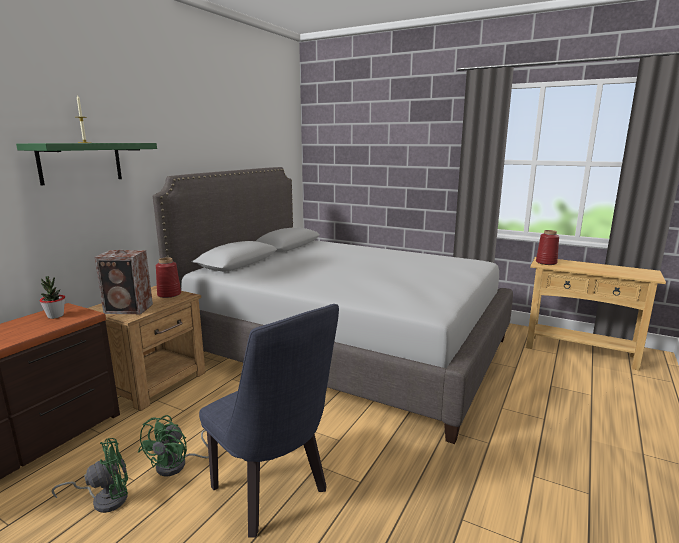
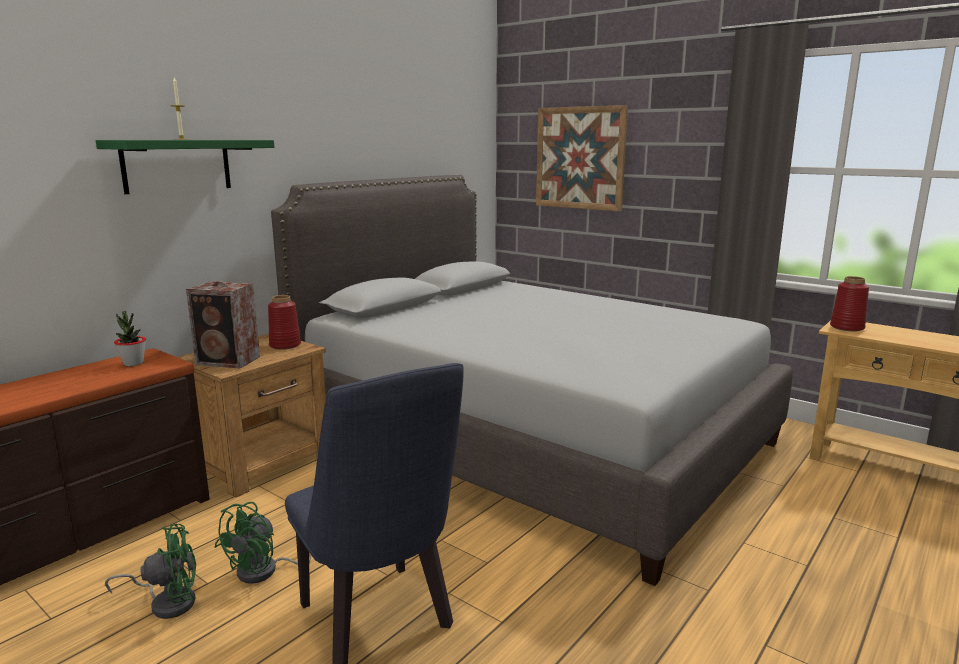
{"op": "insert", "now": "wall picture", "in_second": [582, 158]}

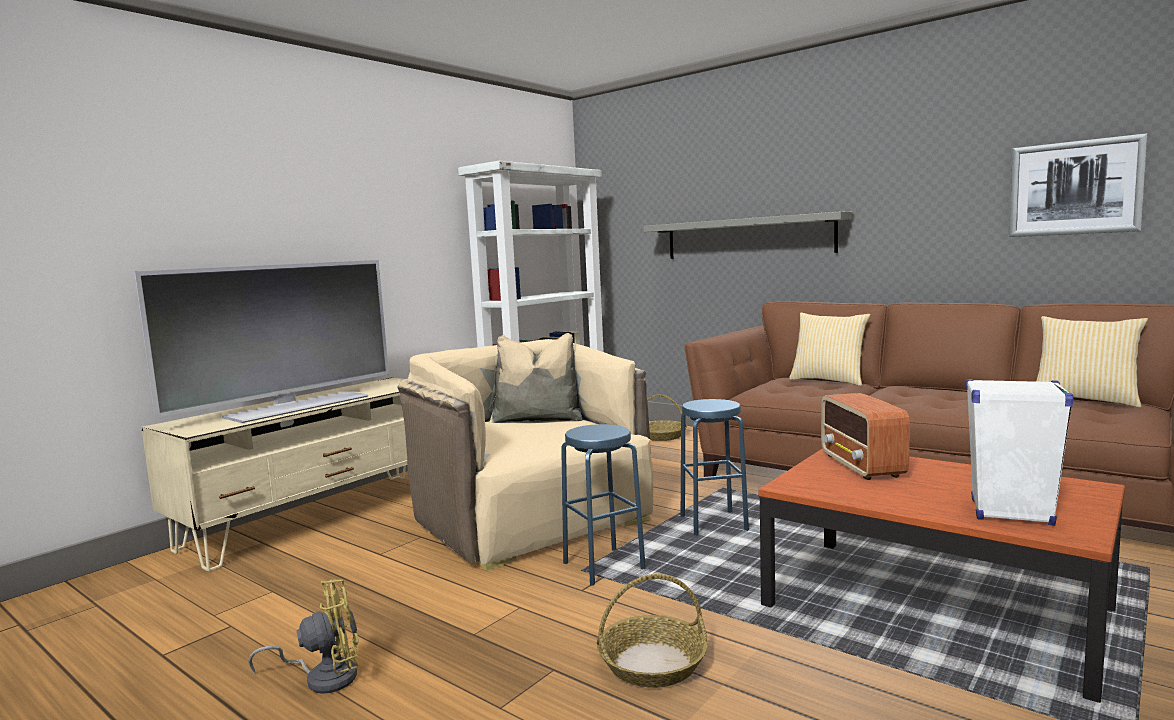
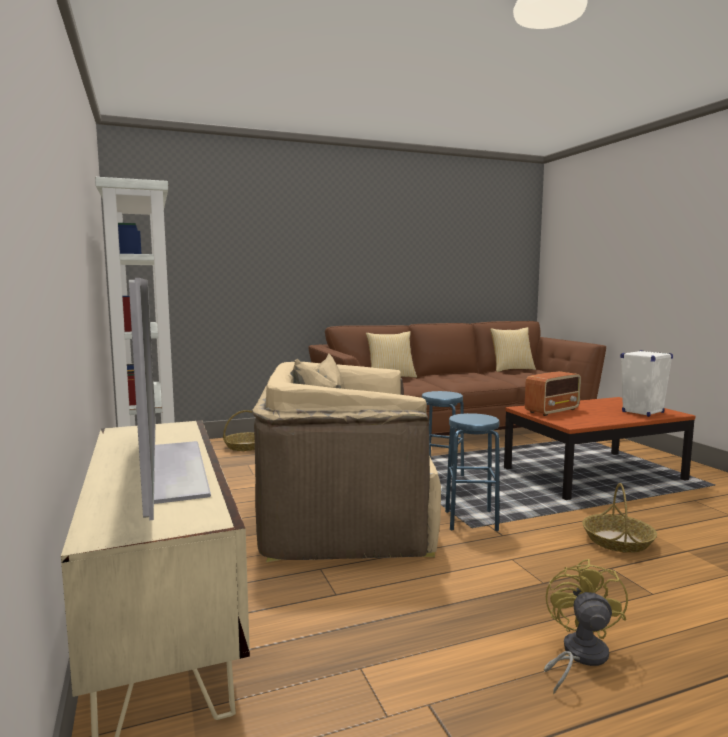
{"op": "delete", "was": "wall shelf (greyish)", "in_first": [748, 235]}
{"op": "delete", "was": "wall picture", "in_first": [1078, 185]}
{"op": "rotate", "was": "radio set", "in_first": [865, 436], "in_second": [553, 393], "clockwise": -60}

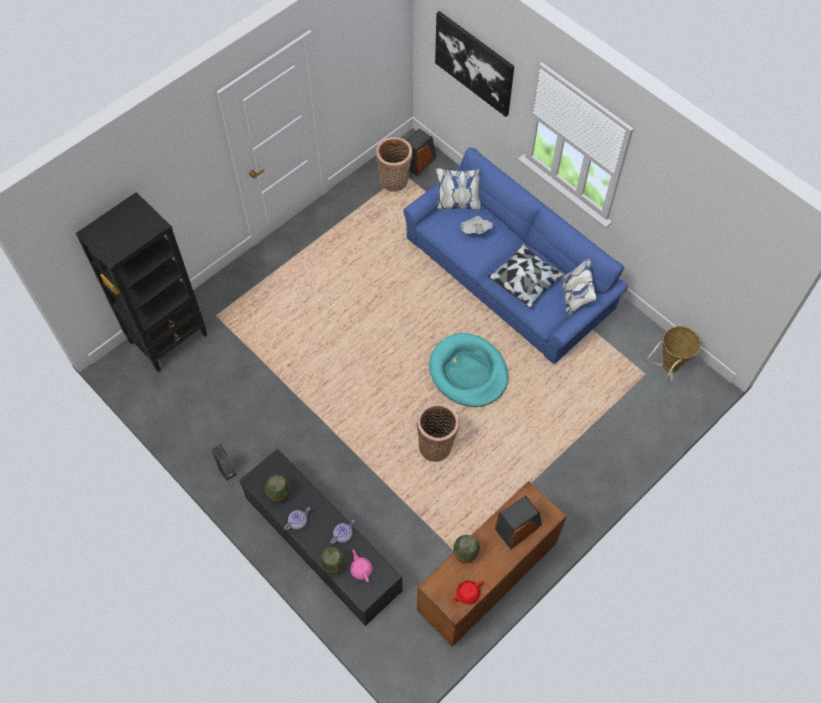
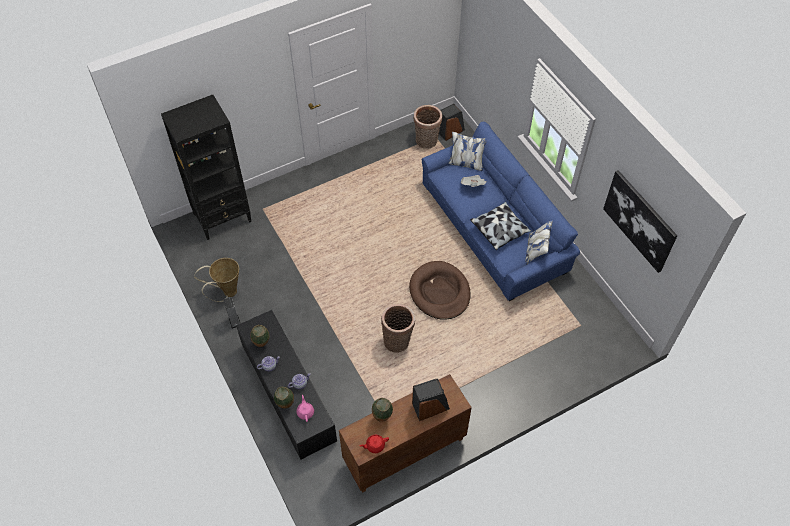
{"op": "move", "was": "wall picture", "in_first": [474, 64], "in_second": [640, 221]}
{"op": "move", "was": "household basket", "in_first": [673, 354], "in_second": [216, 280]}
{"op": "recolor", "was": "pet bed (turquoise)", "now": "pet bed (brown)", "in_first": [468, 370], "in_second": [439, 290]}

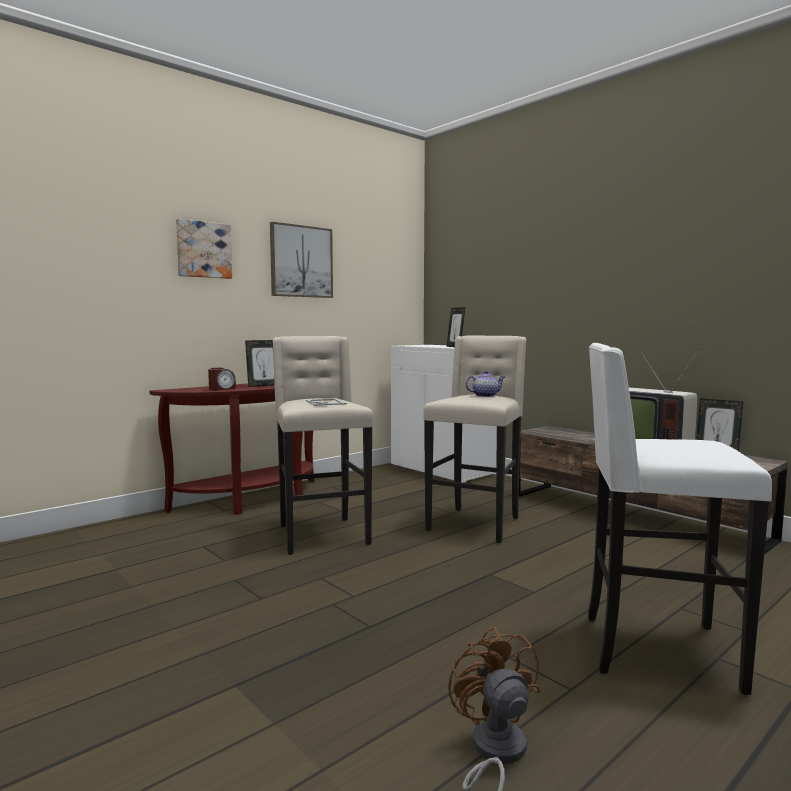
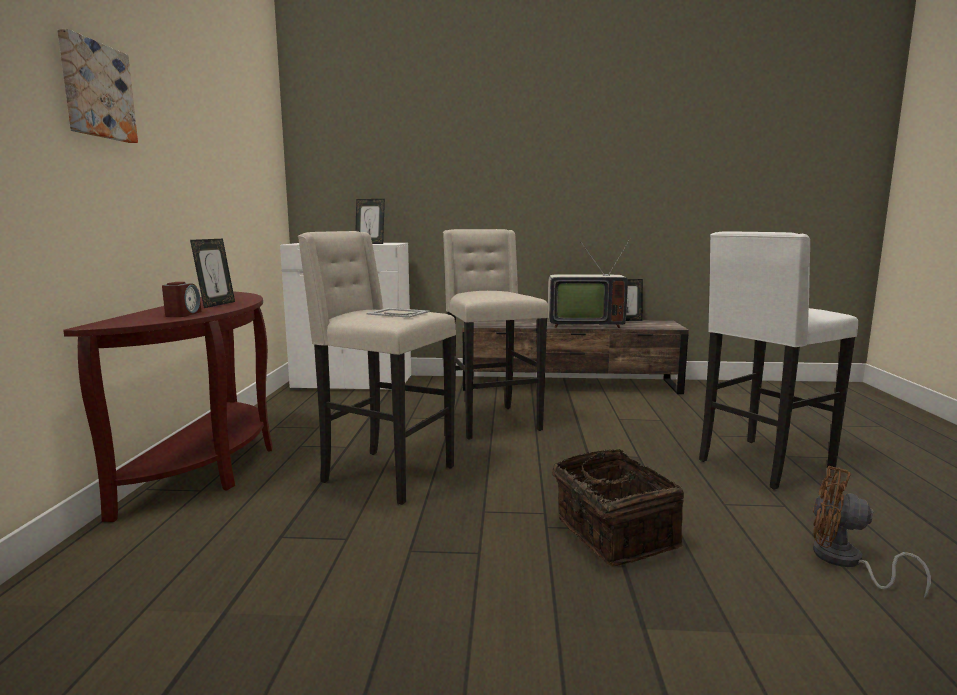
{"op": "delete", "was": "wall picture", "in_first": [301, 260]}
{"op": "delete", "was": "teapot", "in_first": [485, 384]}
{"op": "insert", "now": "household basket", "in_second": [618, 508]}

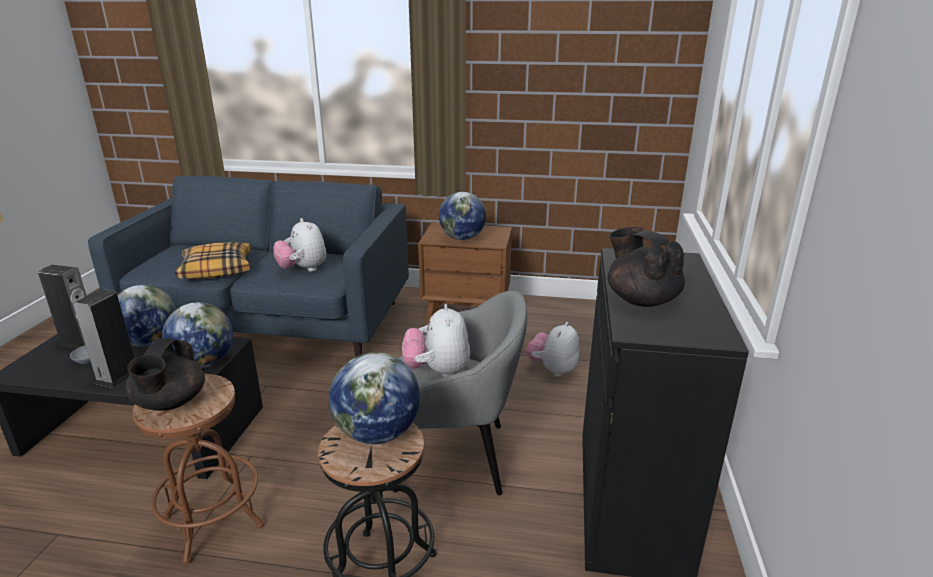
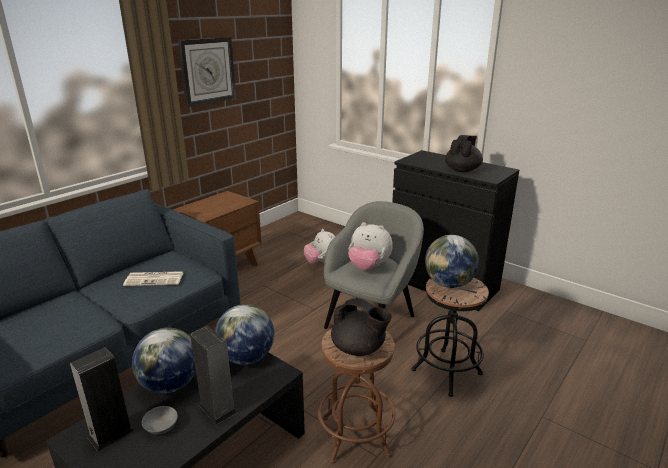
{"op": "delete", "was": "cushion", "in_first": [213, 260]}
{"op": "delete", "was": "desk globe", "in_first": [462, 216]}
{"op": "insert", "now": "wall clock", "in_second": [207, 72]}
{"op": "replace", "was": "soft toy", "now": "daily paper", "in_first": [300, 245], "in_second": [153, 278]}
{"op": "rotate", "was": "teapot (black)", "in_first": [646, 267], "in_second": [464, 153], "clockwise": 120}

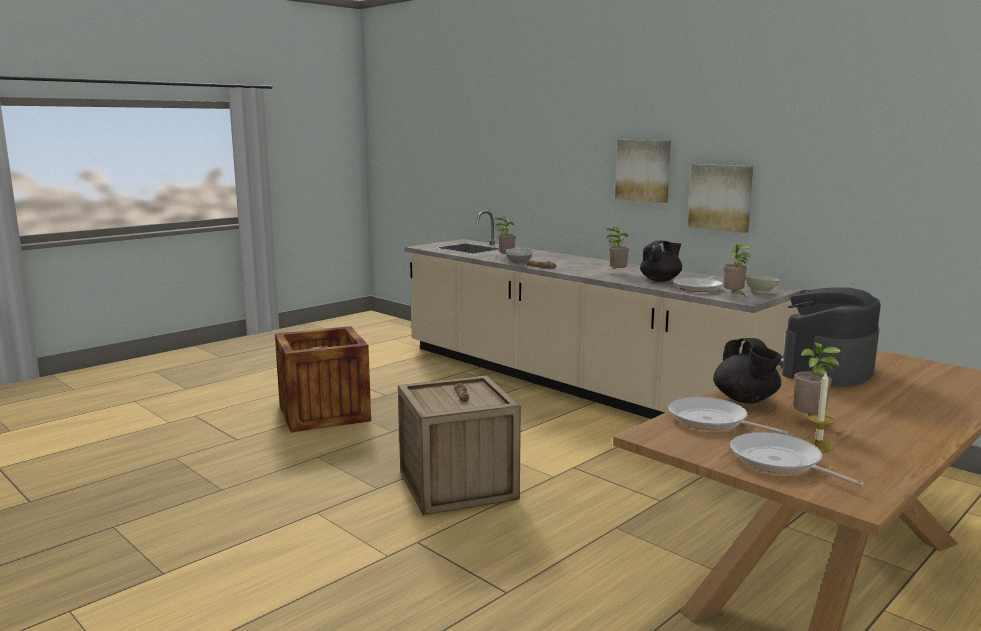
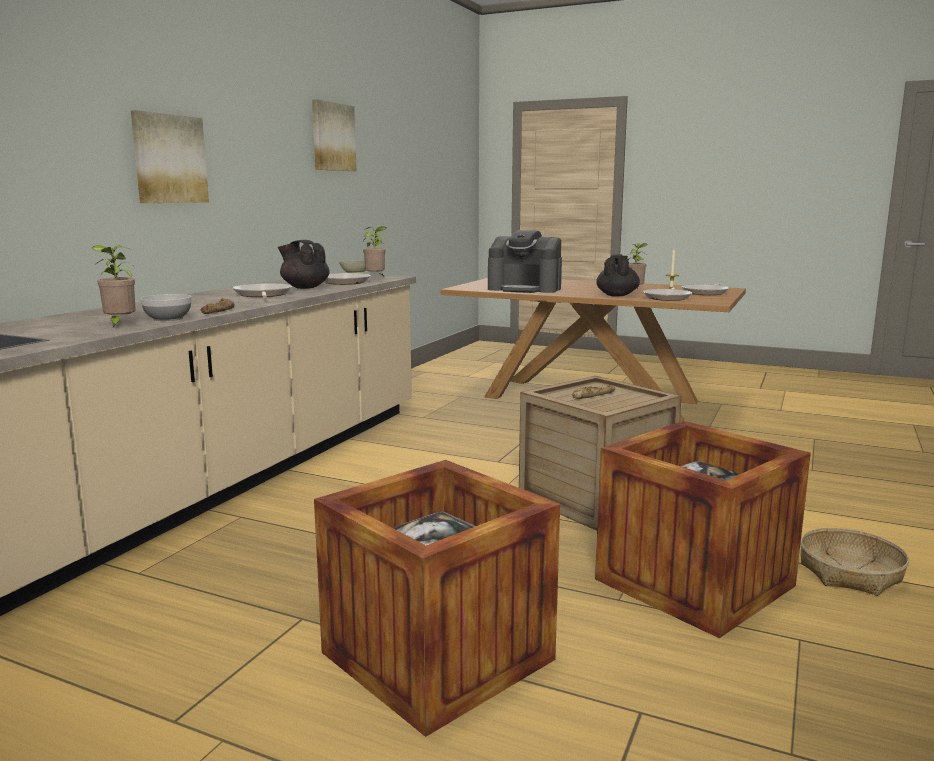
{"op": "insert", "now": "shipping crate", "in_second": [703, 529]}
{"op": "insert", "now": "household basket", "in_second": [854, 562]}
{"op": "move", "was": "wall picture", "in_first": [720, 198], "in_second": [334, 135]}
{"op": "replace", "was": "potted plant", "now": "frying pan", "in_first": [617, 250], "in_second": [262, 290]}
{"op": "rotate", "was": "teapot (black)", "in_first": [747, 371], "in_second": [618, 275], "clockwise": -45}

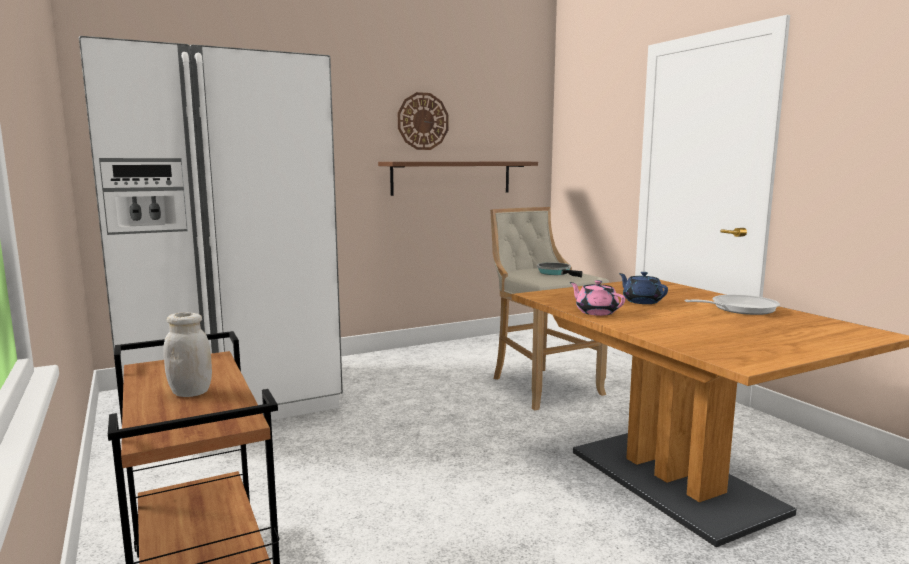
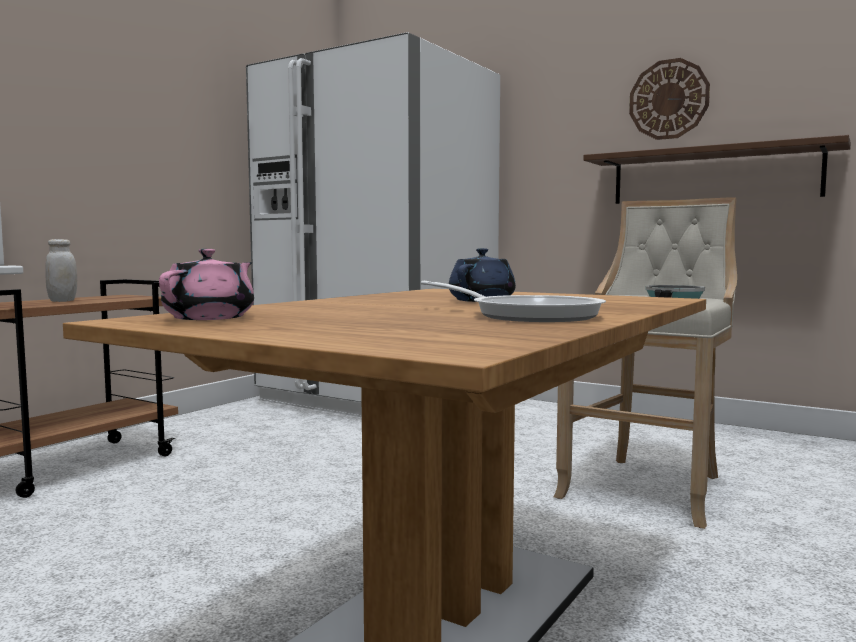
{"op": "move", "was": "teapot (pink)", "in_first": [597, 298], "in_second": [206, 284]}

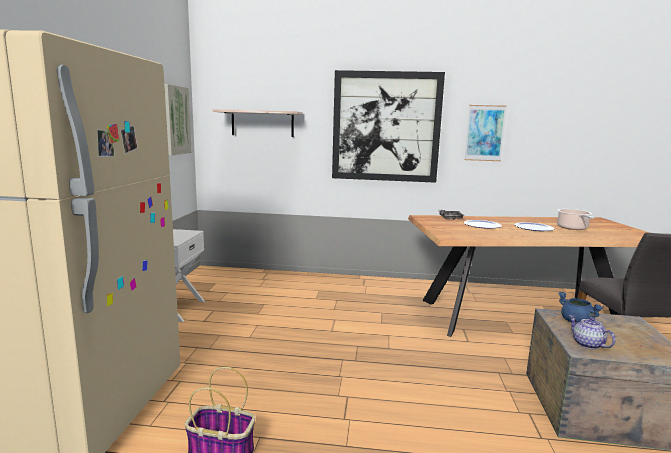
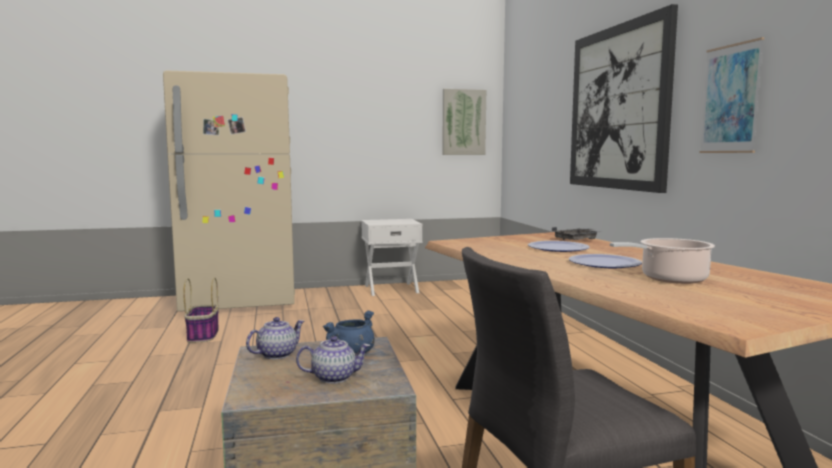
{"op": "delete", "was": "wall shelf", "in_first": [258, 123]}
{"op": "insert", "now": "teapot", "in_second": [333, 360]}

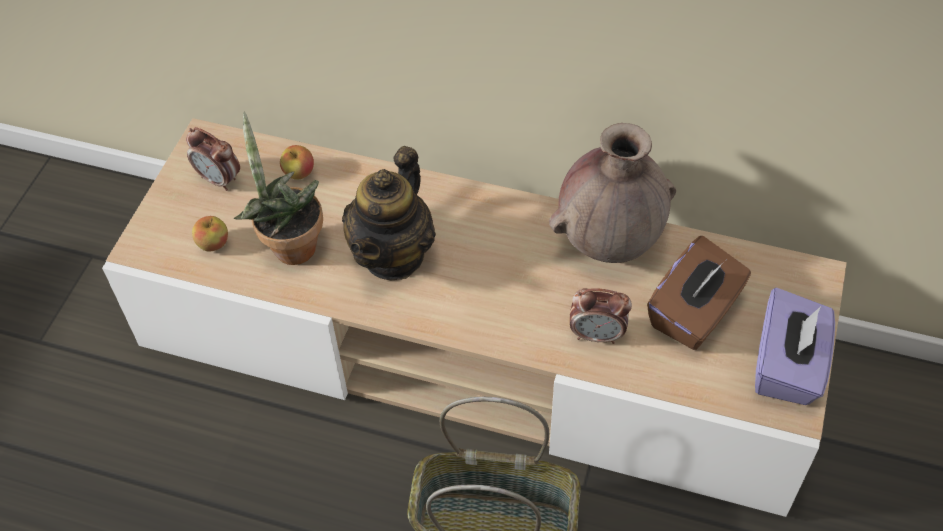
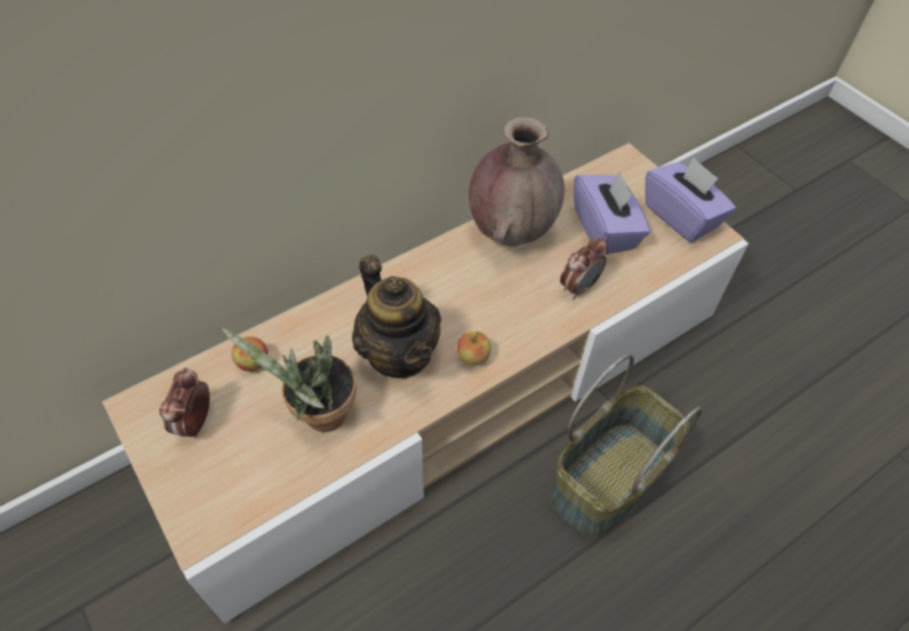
{"op": "move", "was": "apple fruit", "in_first": [210, 233], "in_second": [474, 348]}
{"op": "recolor", "was": "box of tissues (brown)", "now": "box of tissues (purplish)", "in_first": [699, 293], "in_second": [612, 212]}
{"op": "rotate", "was": "table clock", "in_first": [213, 159], "in_second": [184, 402], "clockwise": 120}

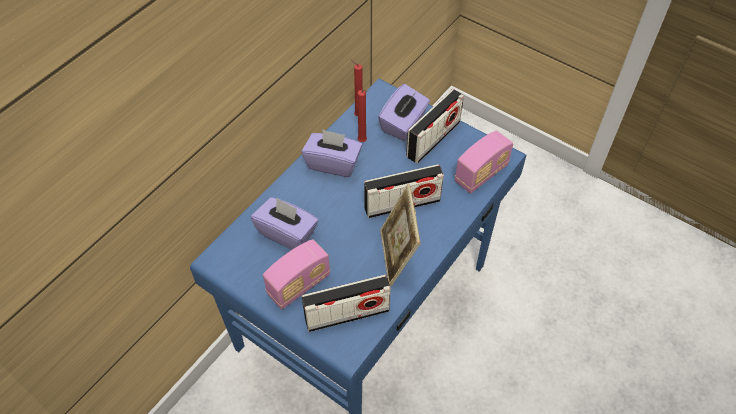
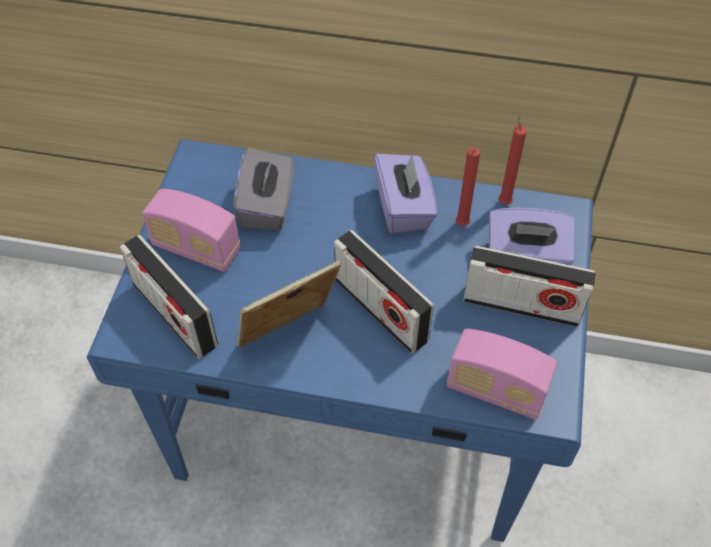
{"op": "recolor", "was": "box of tissues (purplish)", "now": "box of tissues (greyish)", "in_first": [284, 223], "in_second": [263, 189]}

